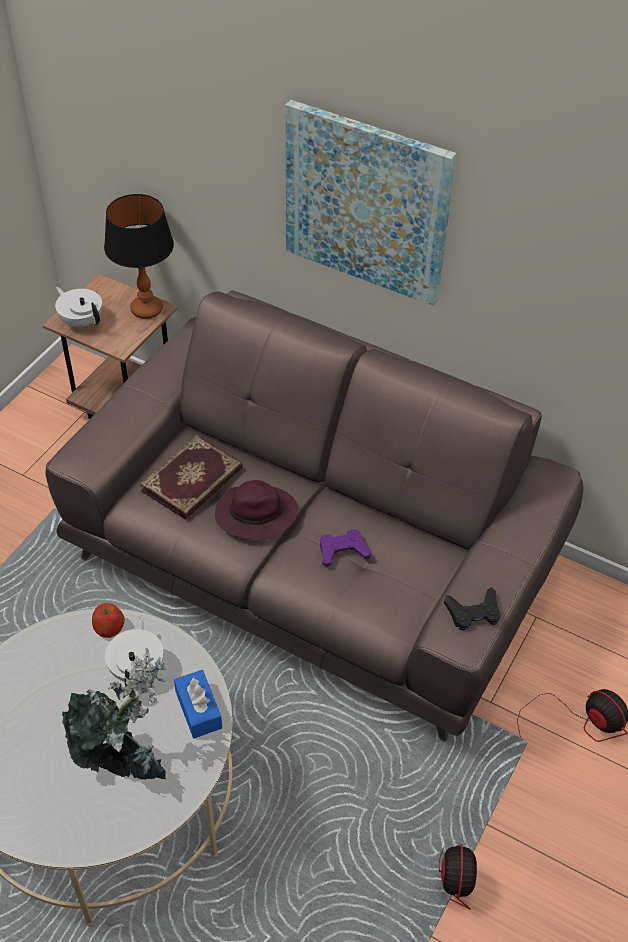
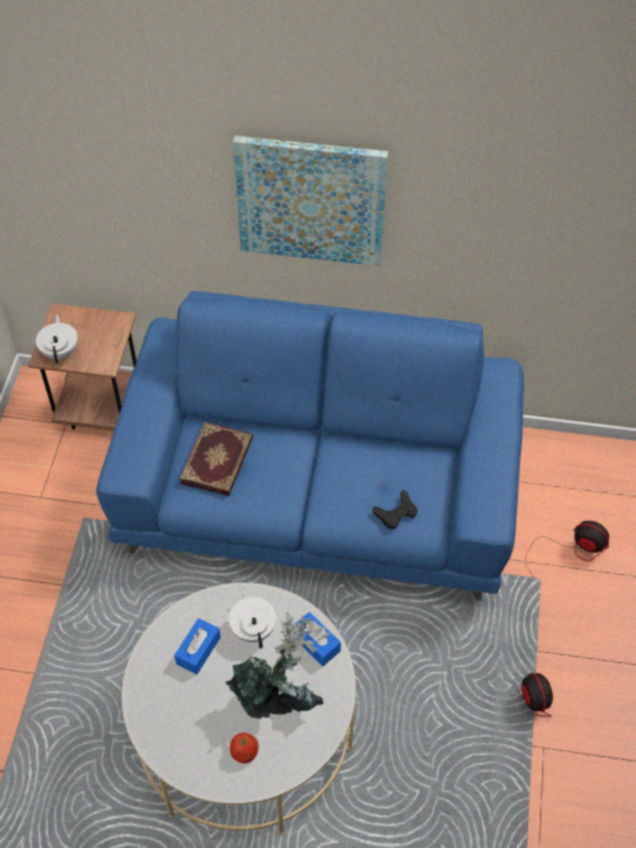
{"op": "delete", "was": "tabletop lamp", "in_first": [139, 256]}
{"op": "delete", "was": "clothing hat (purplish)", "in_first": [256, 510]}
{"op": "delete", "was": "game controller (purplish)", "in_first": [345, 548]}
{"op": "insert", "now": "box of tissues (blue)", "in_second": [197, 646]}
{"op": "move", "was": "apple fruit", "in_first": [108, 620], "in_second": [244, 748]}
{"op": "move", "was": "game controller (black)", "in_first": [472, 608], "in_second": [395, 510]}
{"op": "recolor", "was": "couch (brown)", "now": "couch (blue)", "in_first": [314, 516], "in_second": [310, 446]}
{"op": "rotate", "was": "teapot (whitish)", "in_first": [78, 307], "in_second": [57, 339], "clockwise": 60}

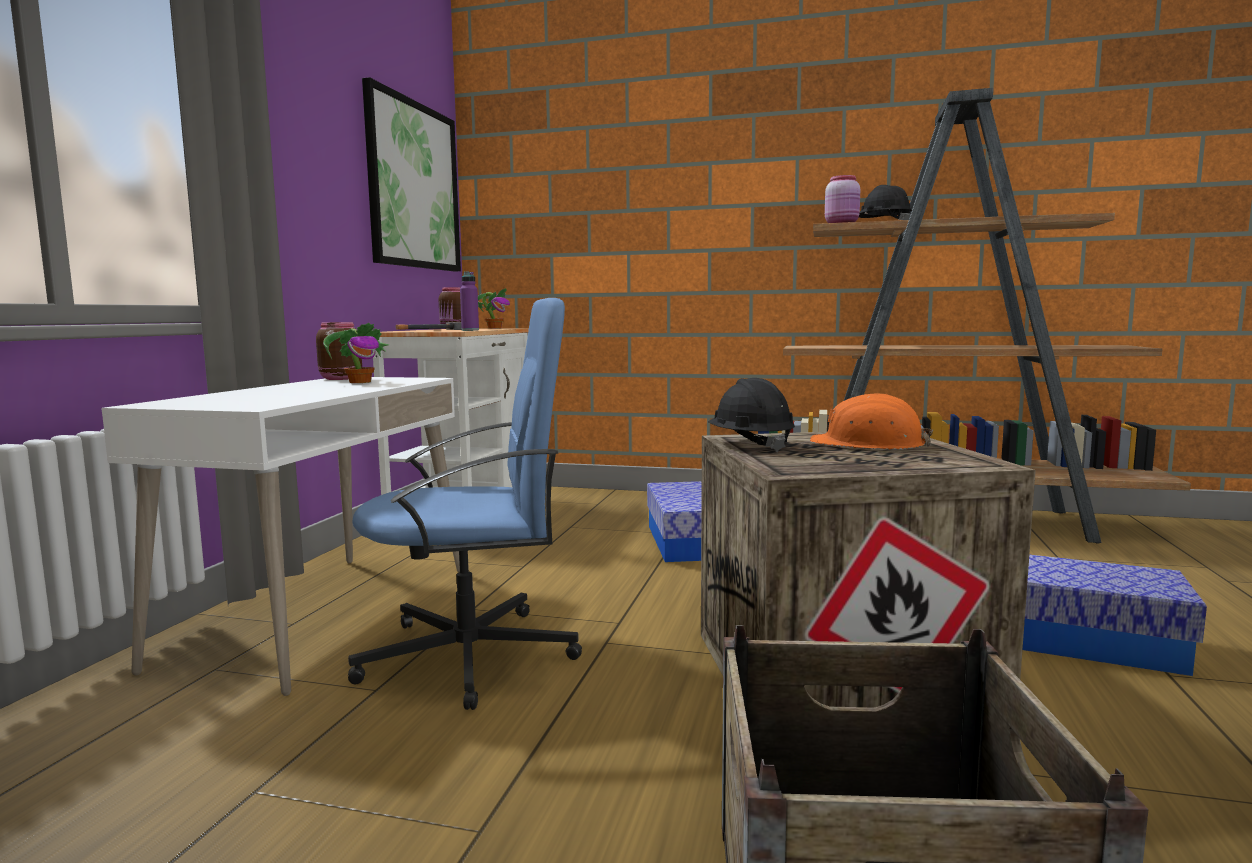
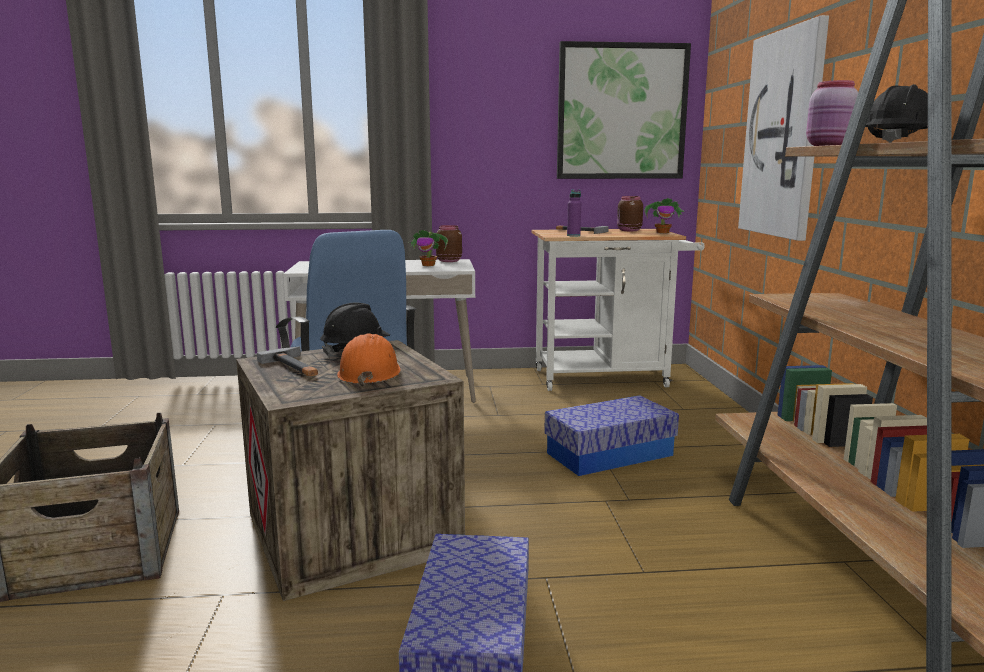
{"op": "insert", "now": "tool hammer", "in_second": [287, 361]}
{"op": "insert", "now": "wall picture", "in_second": [783, 128]}

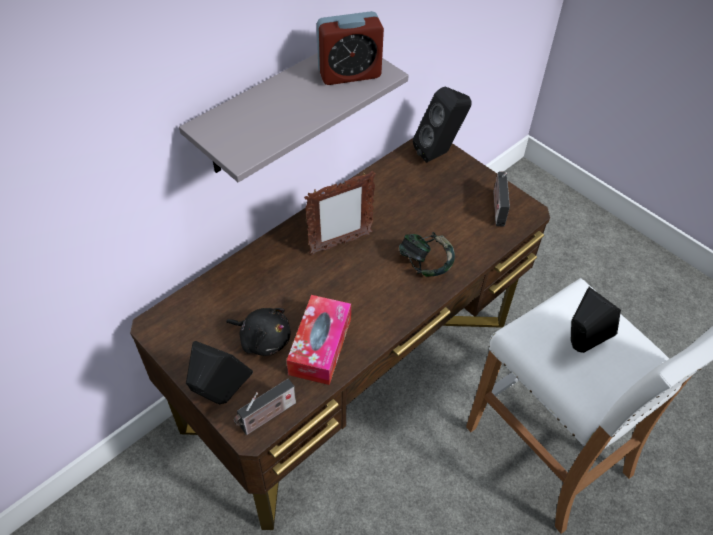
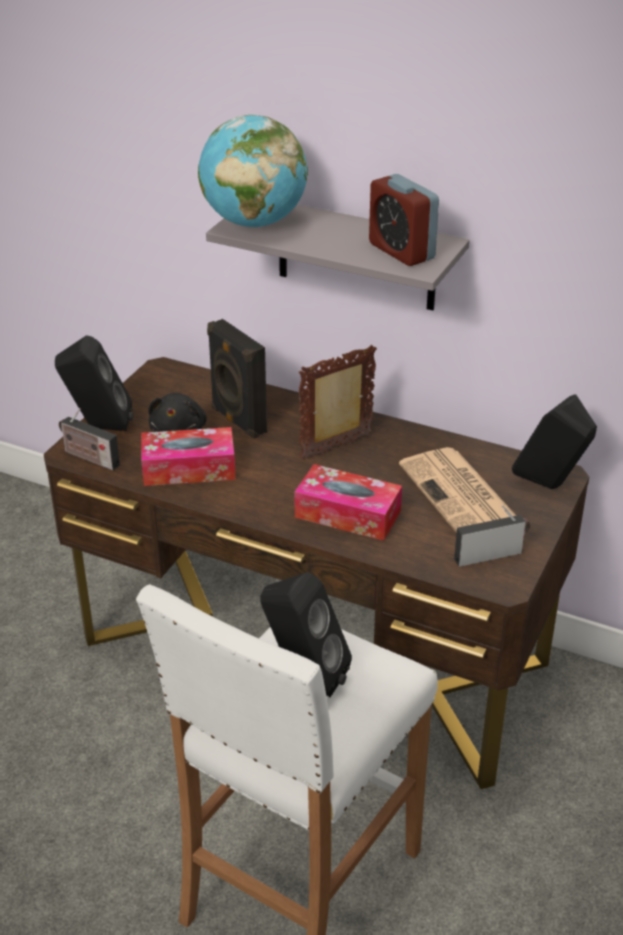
{"op": "insert", "now": "desk globe", "in_second": [253, 171]}
{"op": "insert", "now": "audio speaker (black)", "in_second": [237, 379]}
{"op": "insert", "now": "daily paper", "in_second": [457, 490]}
{"op": "replace", "was": "headphones", "now": "box of tissues", "in_first": [427, 254], "in_second": [348, 502]}
{"op": "rotate", "was": "standing frame", "in_first": [340, 213], "in_second": [337, 402], "clockwise": 105}

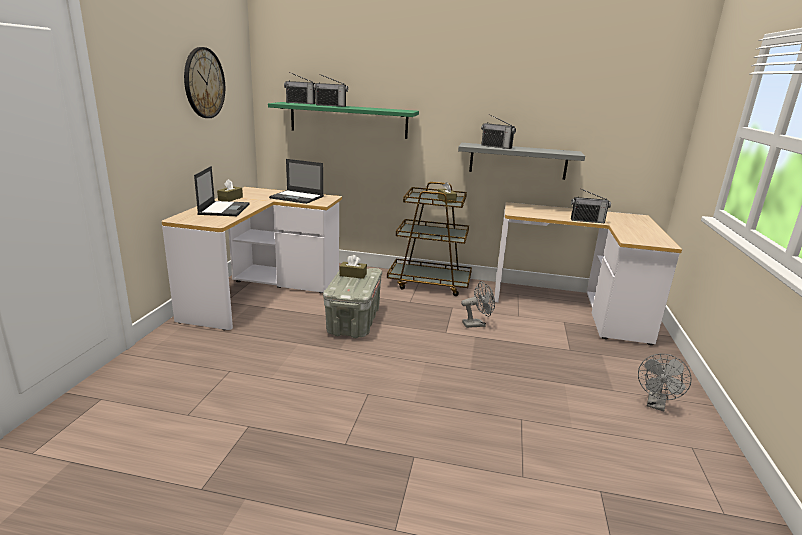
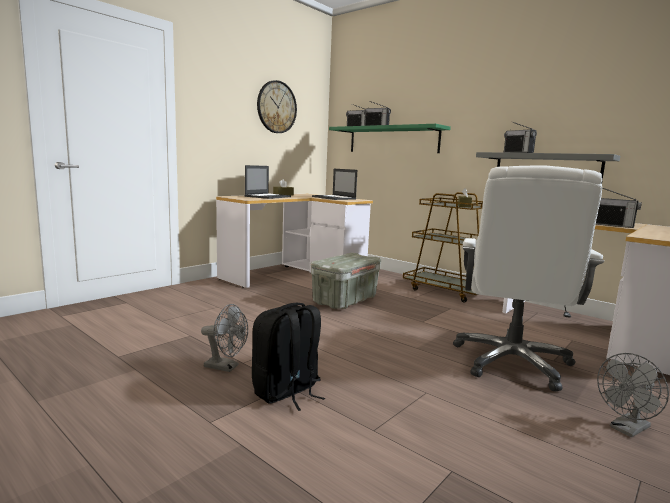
{"op": "delete", "was": "box of tissues (brown)", "in_first": [353, 267]}
{"op": "insert", "now": "rucksack (black)", "in_second": [288, 357]}
{"op": "insert", "now": "desk chair (whitish)", "in_second": [528, 278]}
{"op": "move", "was": "cooling fan (greyish)", "in_first": [478, 304], "in_second": [224, 338]}

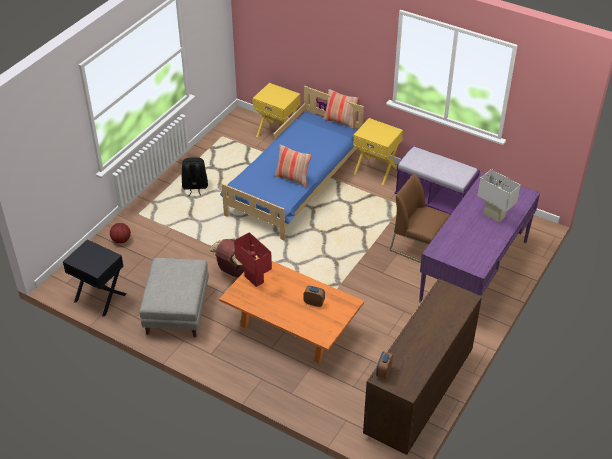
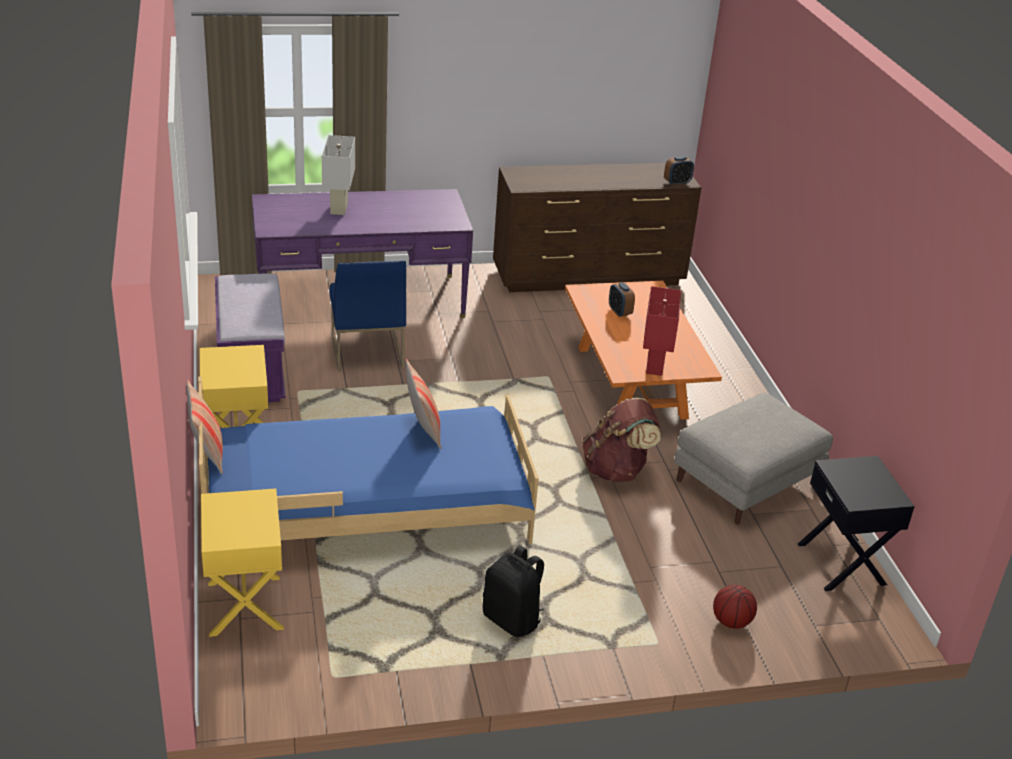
{"op": "recolor", "was": "upright chair (brown)", "now": "upright chair (blue)", "in_first": [420, 218], "in_second": [367, 316]}

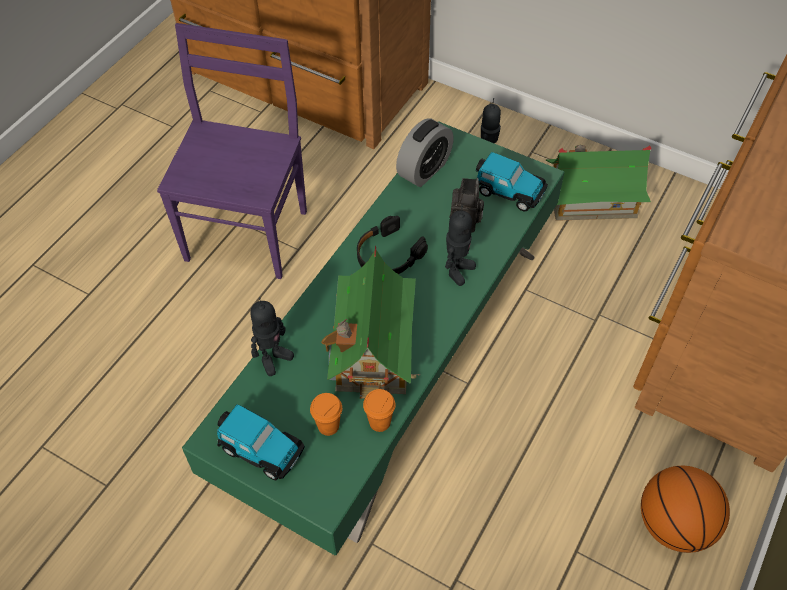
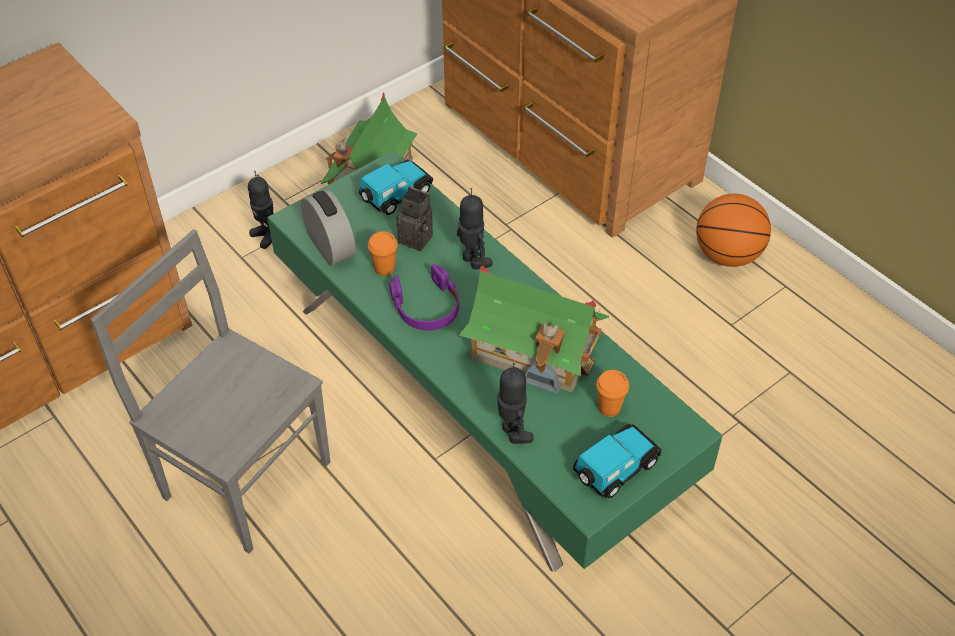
{"op": "move", "was": "drinking cup (orange-coloured)", "in_first": [379, 410], "in_second": [383, 253]}
{"op": "recolor", "was": "upright chair (purplish)", "now": "upright chair (greyish)", "in_first": [232, 151], "in_second": [210, 392]}
{"op": "recolor", "was": "headphones (black)", "now": "headphones (purplish)", "in_first": [392, 245], "in_second": [424, 297]}

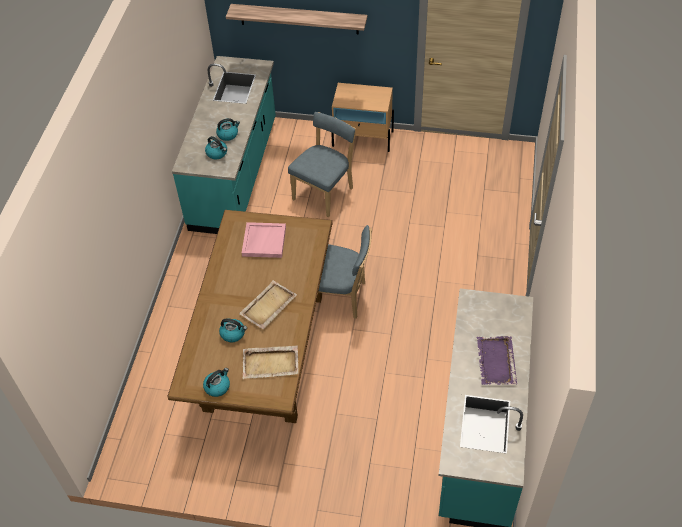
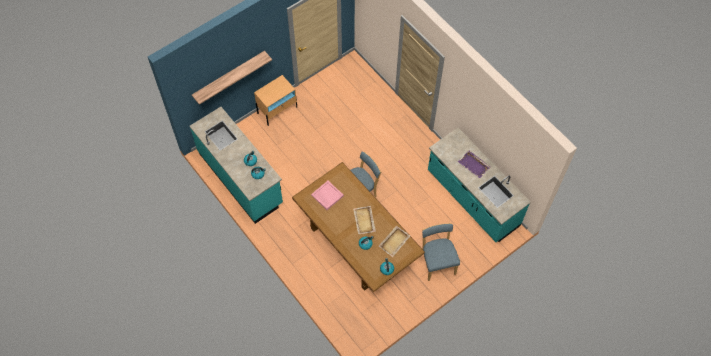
{"op": "move", "was": "upright chair (blue)", "in_first": [322, 164], "in_second": [441, 252]}

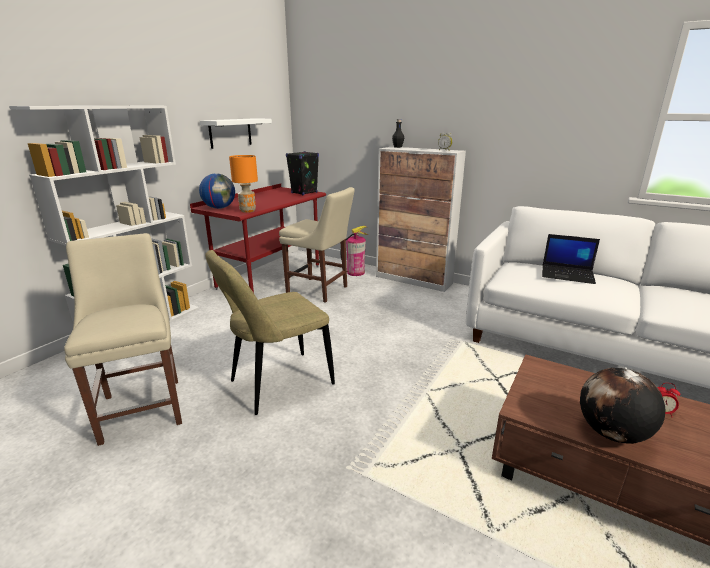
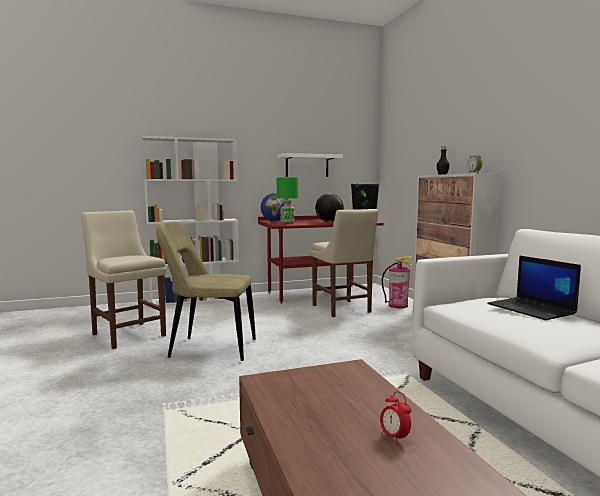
{"op": "move", "was": "desk globe", "in_first": [622, 406], "in_second": [329, 207]}
{"op": "recolor", "was": "tabletop lamp (orange-coloured)", "now": "tabletop lamp (green)", "in_first": [243, 184], "in_second": [287, 201]}
{"op": "rotate", "was": "upright chair (beige)", "in_first": [123, 339], "in_second": [123, 279], "clockwise": -60}

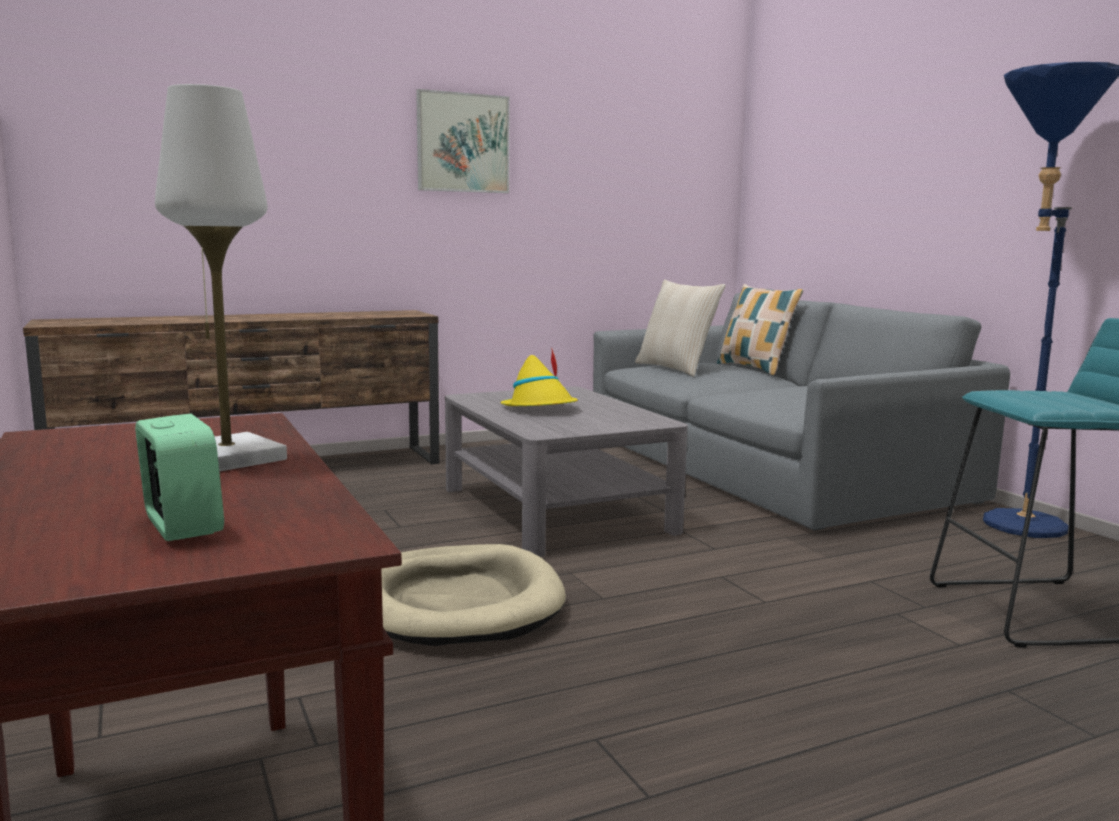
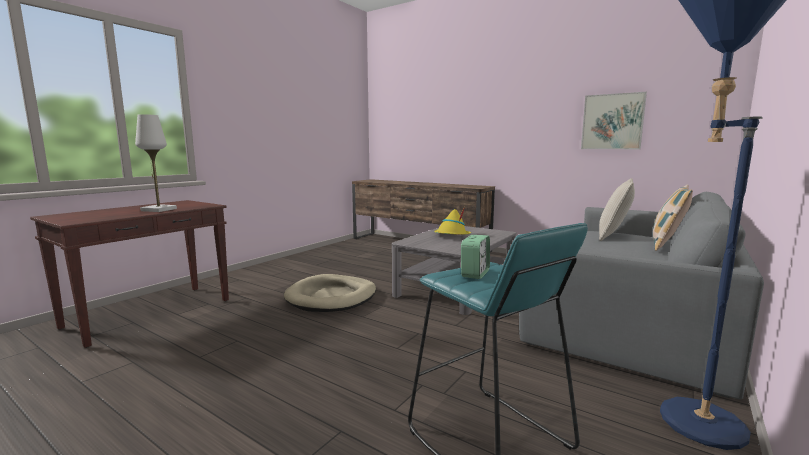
{"op": "move", "was": "table clock", "in_first": [179, 477], "in_second": [475, 257]}
{"op": "move", "was": "wall picture", "in_first": [462, 141], "in_second": [614, 120]}

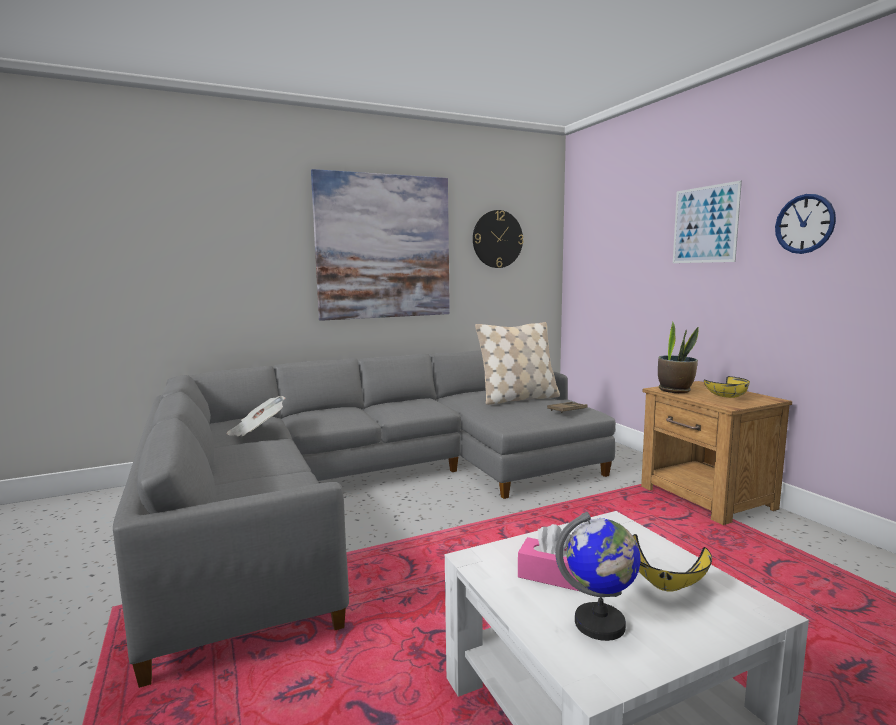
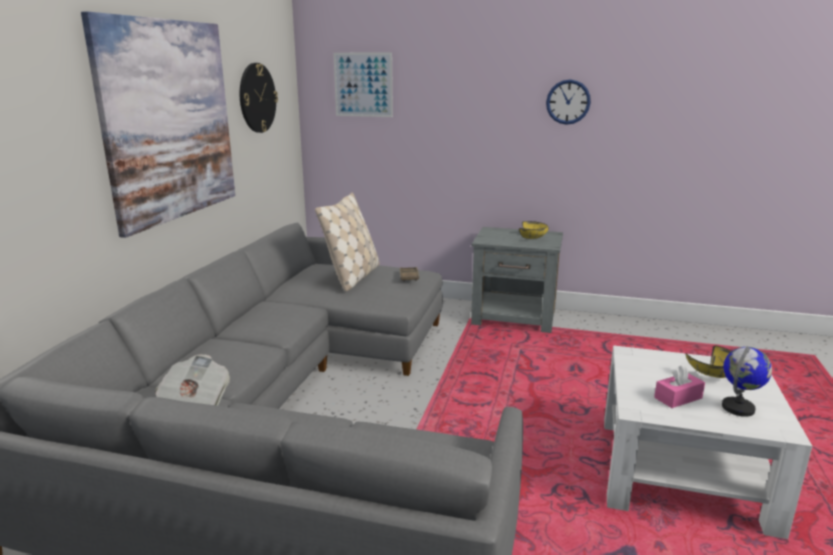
{"op": "delete", "was": "potted plant", "in_first": [678, 357]}
{"op": "move", "was": "wall picture", "in_first": [707, 221], "in_second": [363, 84]}
{"op": "recolor", "was": "nightstand (brown)", "now": "nightstand (greyish)", "in_first": [716, 453], "in_second": [517, 280]}

